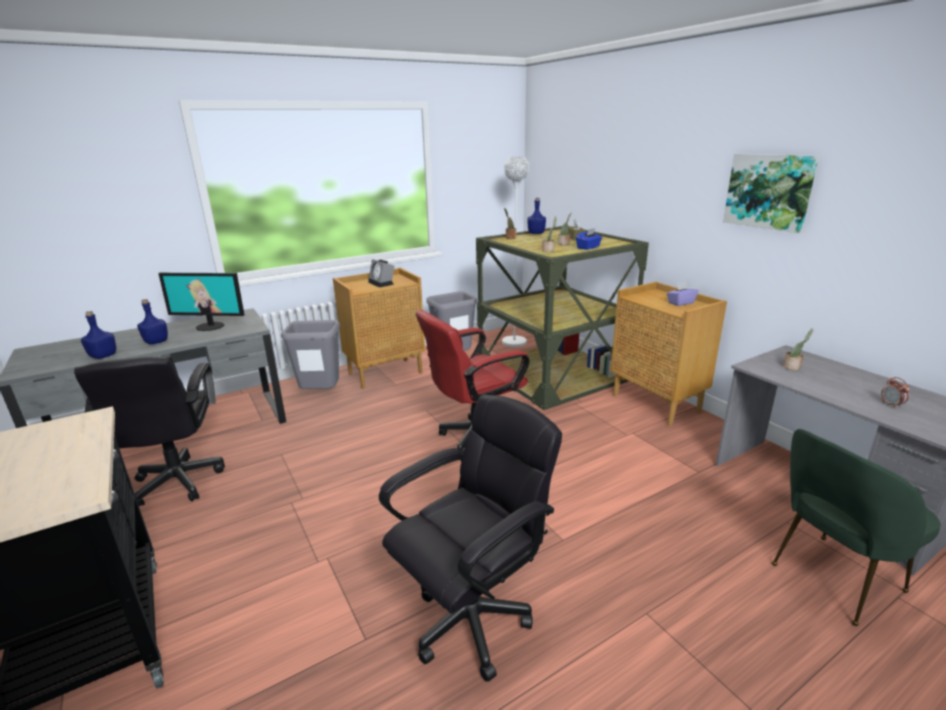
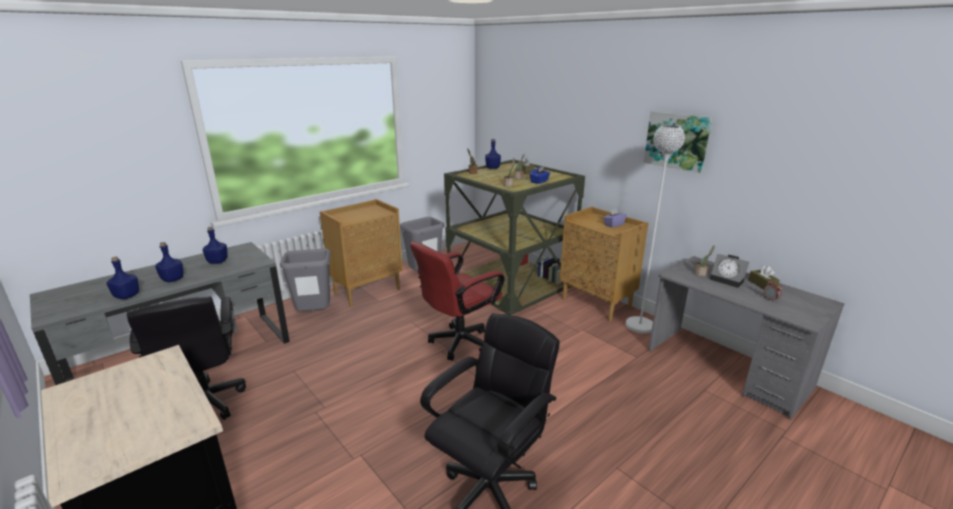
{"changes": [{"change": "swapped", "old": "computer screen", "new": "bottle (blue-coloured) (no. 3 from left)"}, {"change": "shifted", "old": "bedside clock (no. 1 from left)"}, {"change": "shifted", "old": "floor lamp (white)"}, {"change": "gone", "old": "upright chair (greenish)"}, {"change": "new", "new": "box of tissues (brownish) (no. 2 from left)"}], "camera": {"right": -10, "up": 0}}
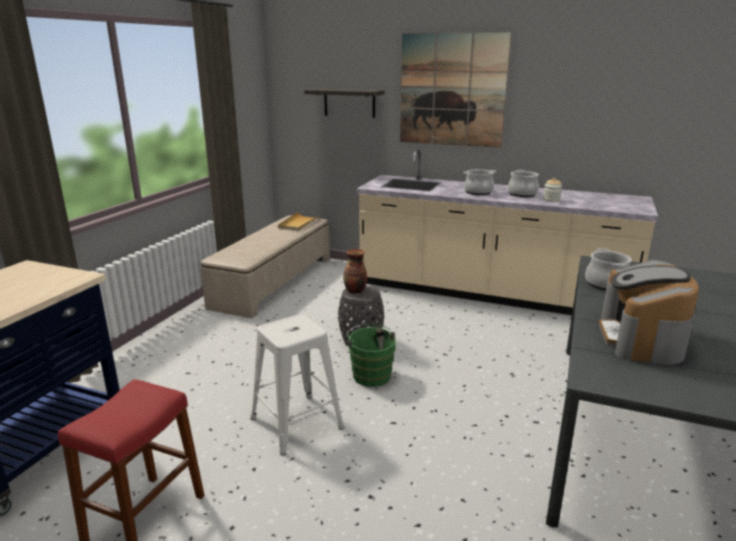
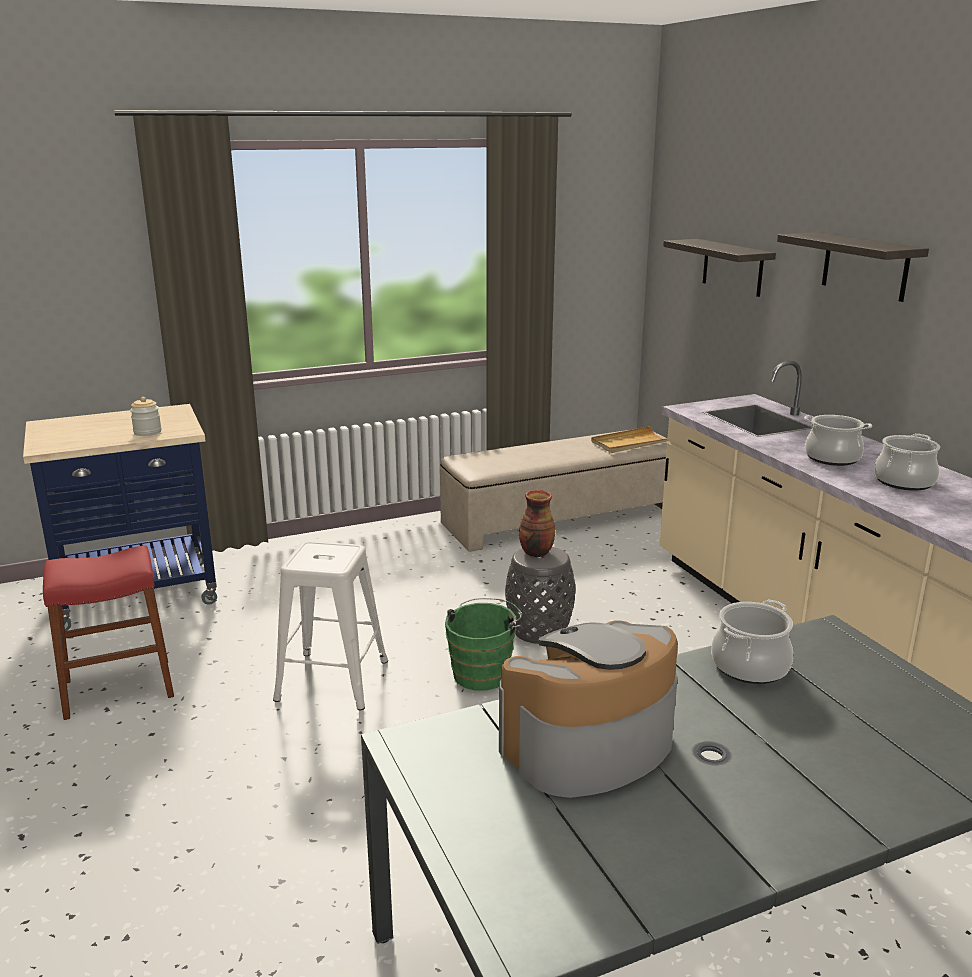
{"changes": [{"change": "swapped", "old": "wall picture", "new": "wall shelf (no. 2 from left)"}, {"change": "shifted", "old": "storage jar"}], "camera": {"right": 45, "up": 0}}
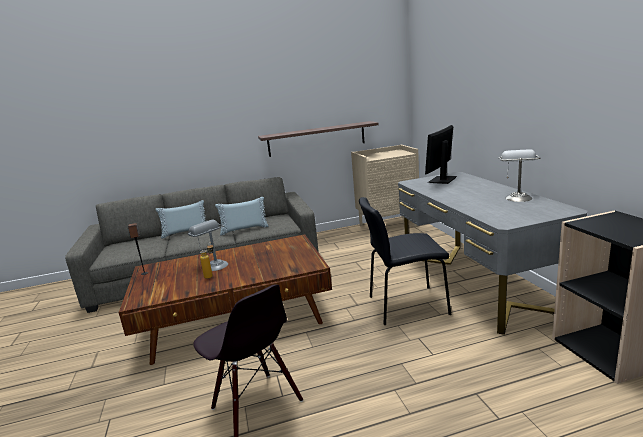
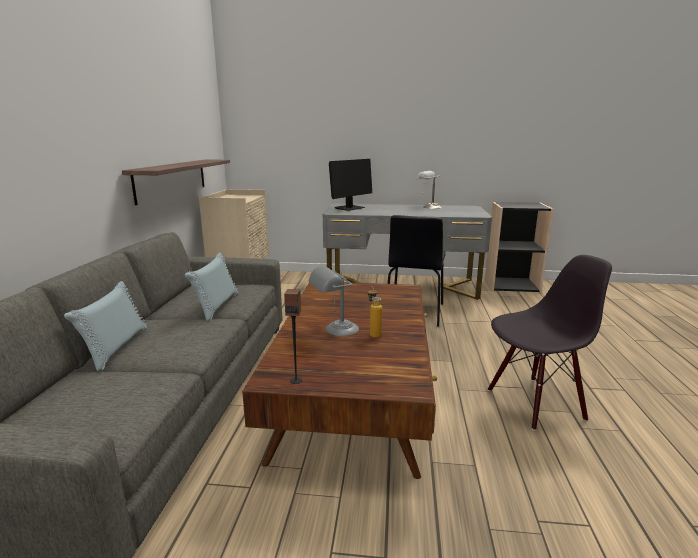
{"changes": [{"change": "rotated", "old": "computer screen", "degrees": -105}], "camera": {"right": -70, "up": 0}}
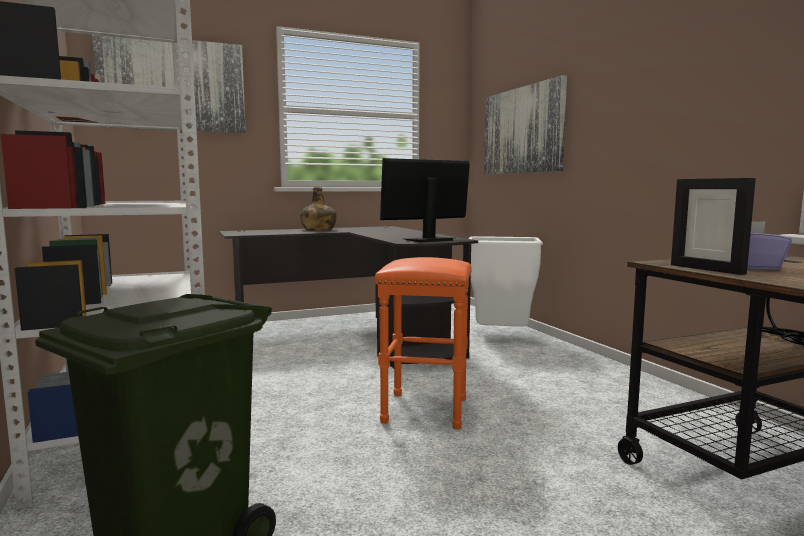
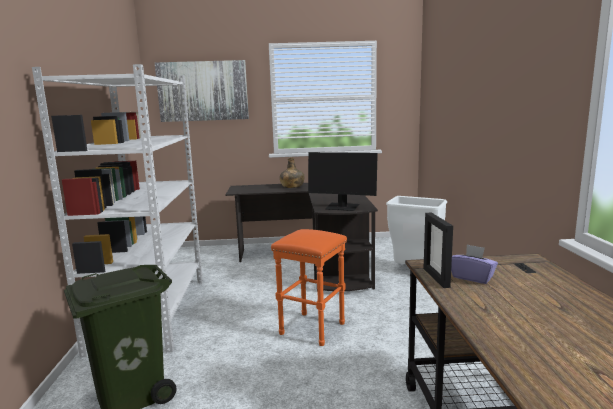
{"changes": [{"change": "rotated", "old": "computer screen", "degrees": -150}, {"change": "gone", "old": "wall picture (no. 2 from left)"}], "camera": {"right": 20, "up": 5}}
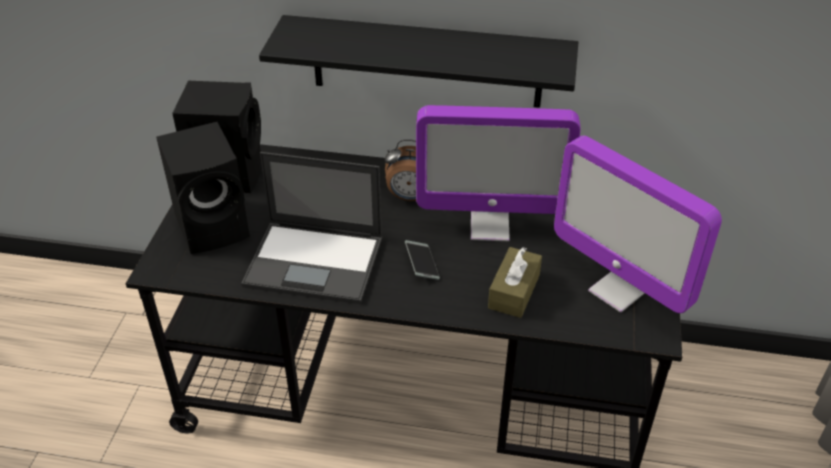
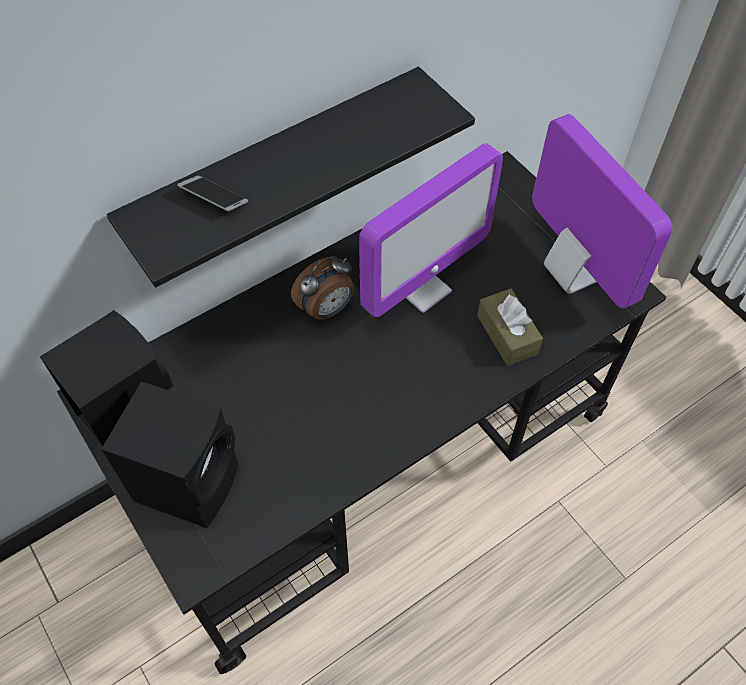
{"changes": [{"change": "gone", "old": "laptop"}, {"change": "shifted", "old": "telephone"}, {"change": "rotated", "old": "computer screen (no. 2 from left)", "degrees": -120}], "camera": {"right": -45, "up": 15}}
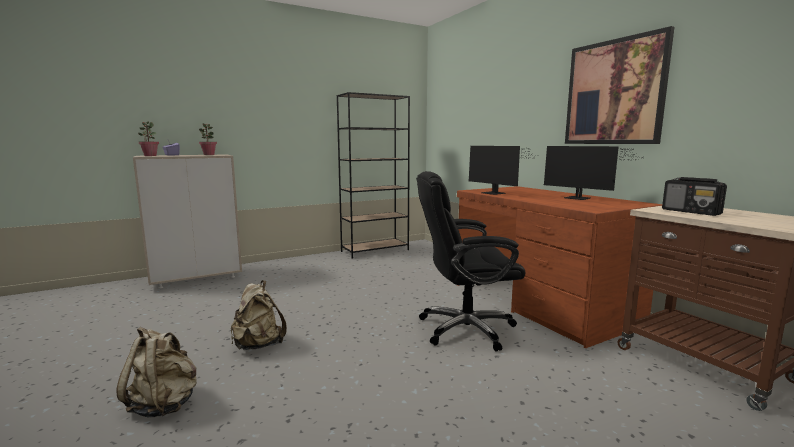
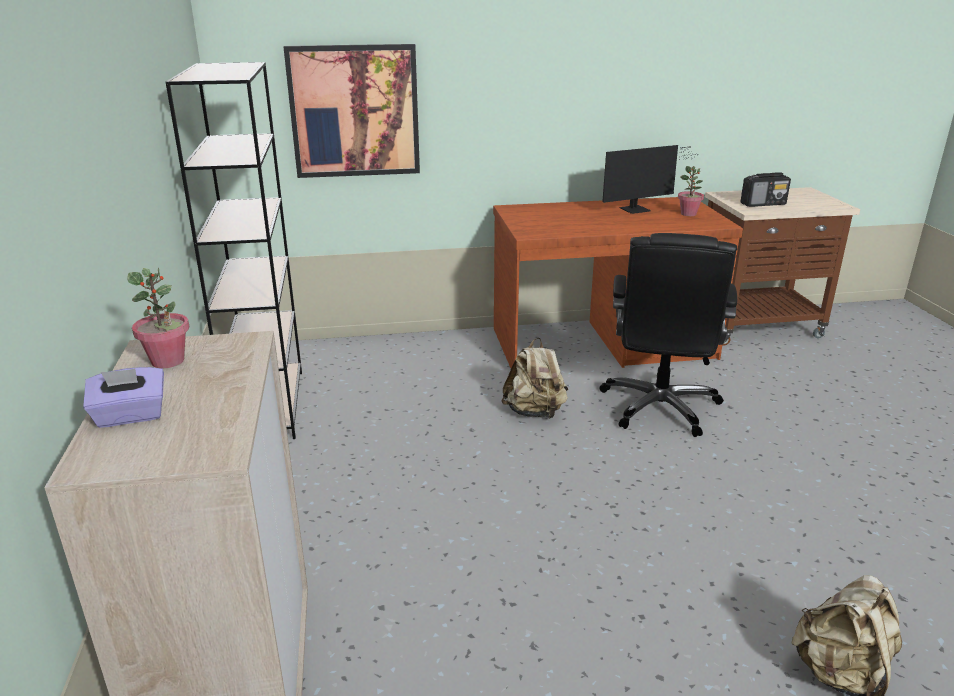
{"changes": [{"change": "shifted", "old": "houseplant (no. 1 from left in the first image)", "new": "houseplant (no. 2 from left)"}, {"change": "shifted", "old": "rucksack (sand-coloured) (no. 2 from left in the first image)", "new": "rucksack (sand-coloured) (no. 1 from left)"}, {"change": "gone", "old": "computer screen (no. 1 from left)"}, {"change": "shifted", "old": "wall picture"}], "camera": {"right": -70, "up": 15}}
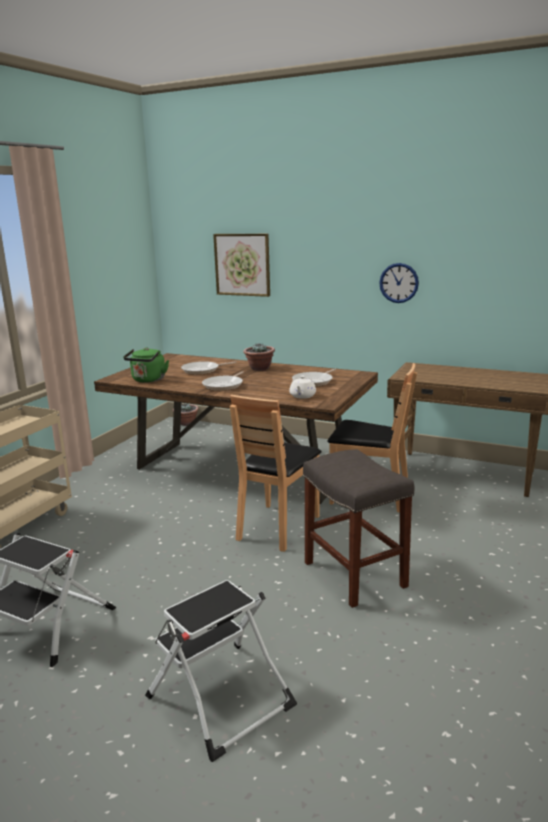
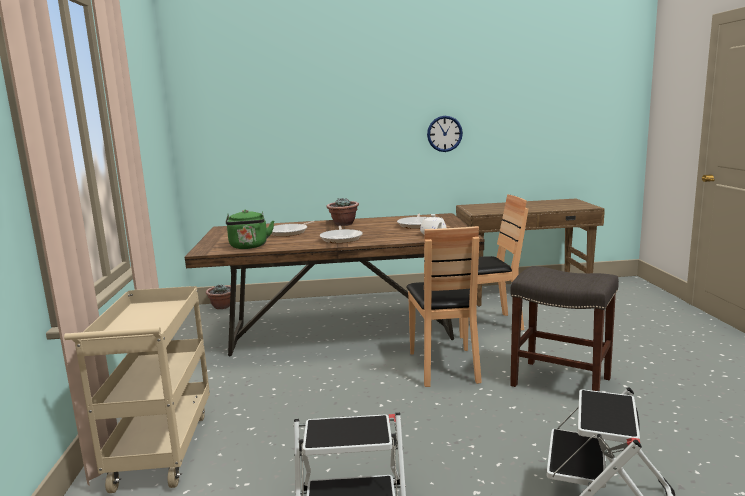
{"changes": [{"change": "gone", "old": "wall picture"}], "camera": {"right": -30, "up": -5}}
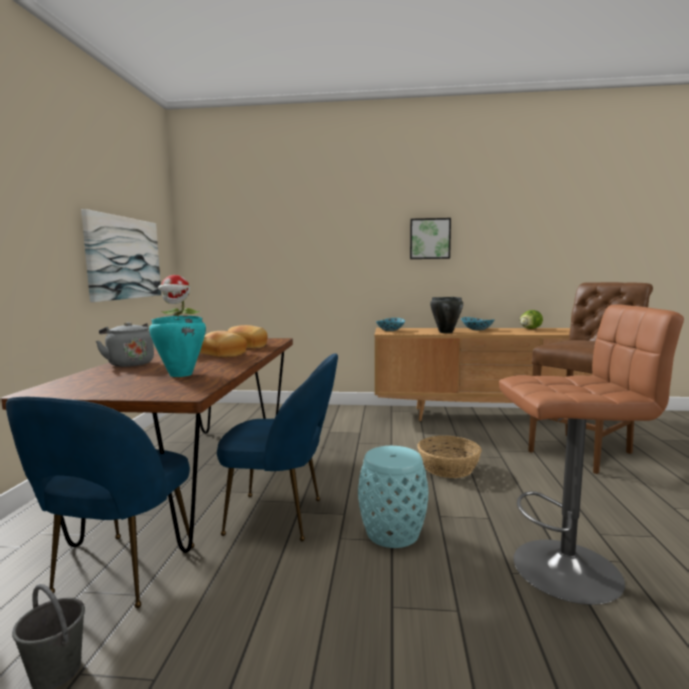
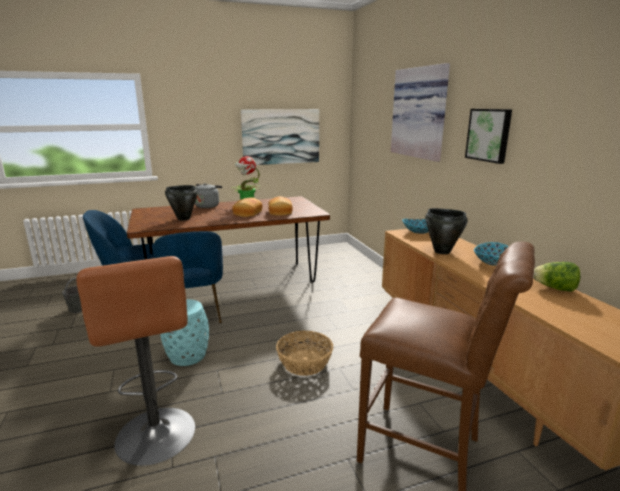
{"changes": [{"change": "repainted", "old": "cooking pot (turquoise-coloured)", "new": "cooking pot (blackish) (no. 1 from left)"}, {"change": "new", "new": "wall picture (no. 2 from left)"}], "camera": {"right": 65, "up": 10}}
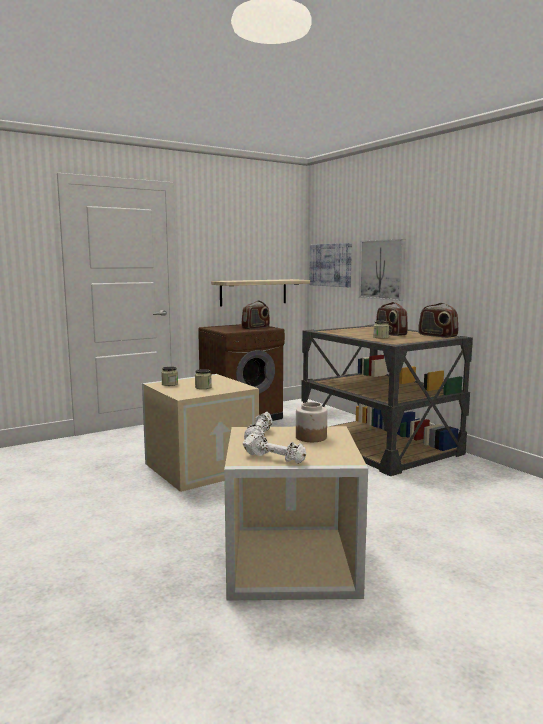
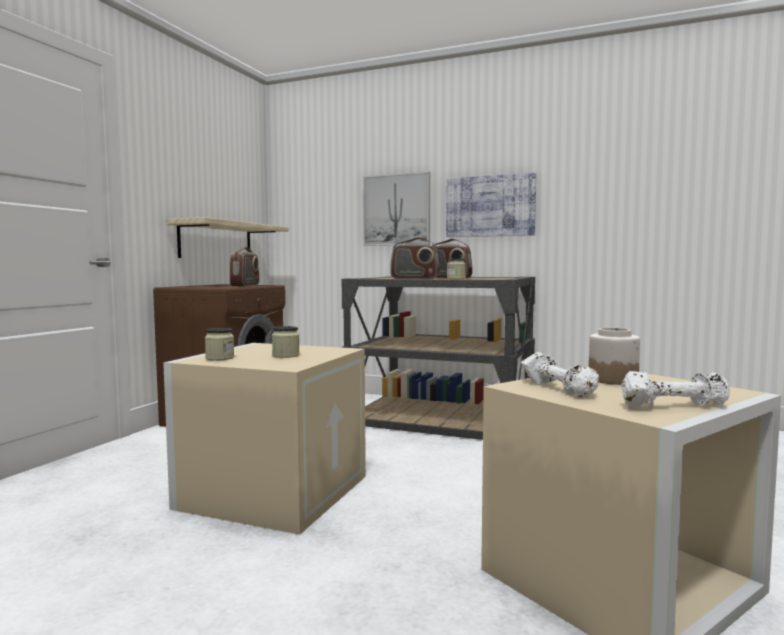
{"changes": [{"change": "shifted", "old": "wall picture (no. 1 from left in the first image)", "new": "wall picture (no. 2 from left)"}, {"change": "shifted", "old": "radio (no. 3 from left in the first image)", "new": "radio (no. 2 from left)"}], "camera": {"right": -35, "up": -5}}
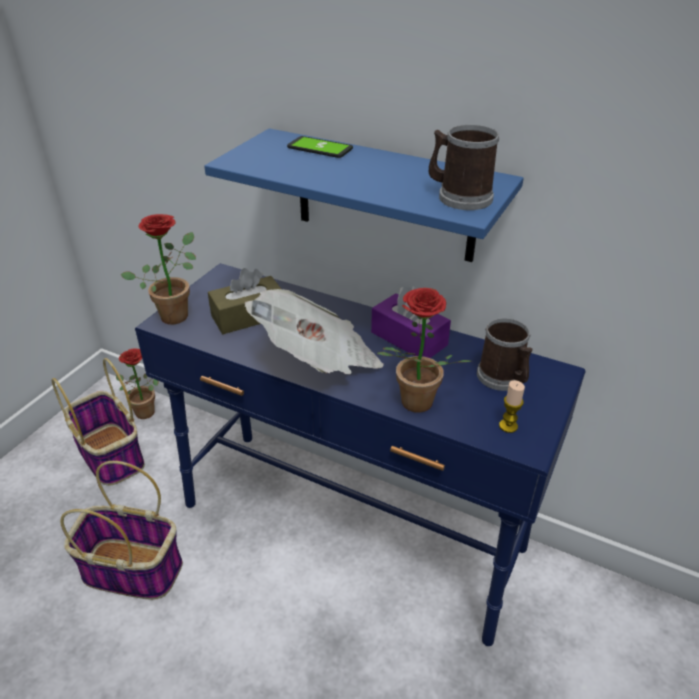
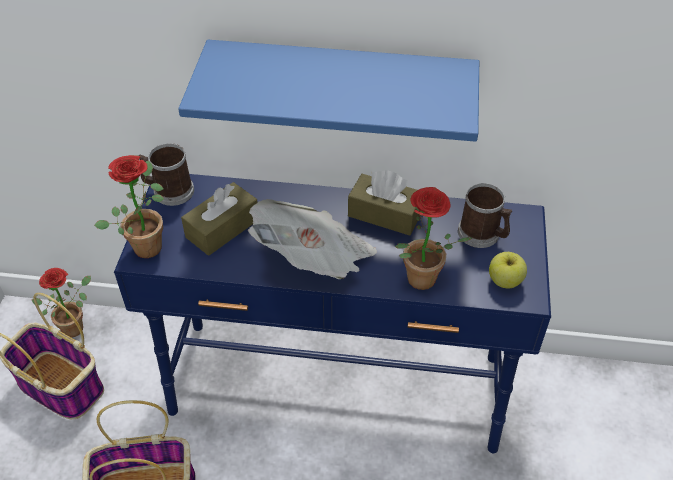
{"changes": [{"change": "gone", "old": "telephone"}, {"change": "repainted", "old": "box of tissues (purple)", "new": "box of tissues (brownish) (no. 2 from left)"}, {"change": "shifted", "old": "coffee mug (no. 1 from left)"}, {"change": "swapped", "old": "wax light", "new": "whole apple"}], "camera": {"right": -20, "up": 10}}
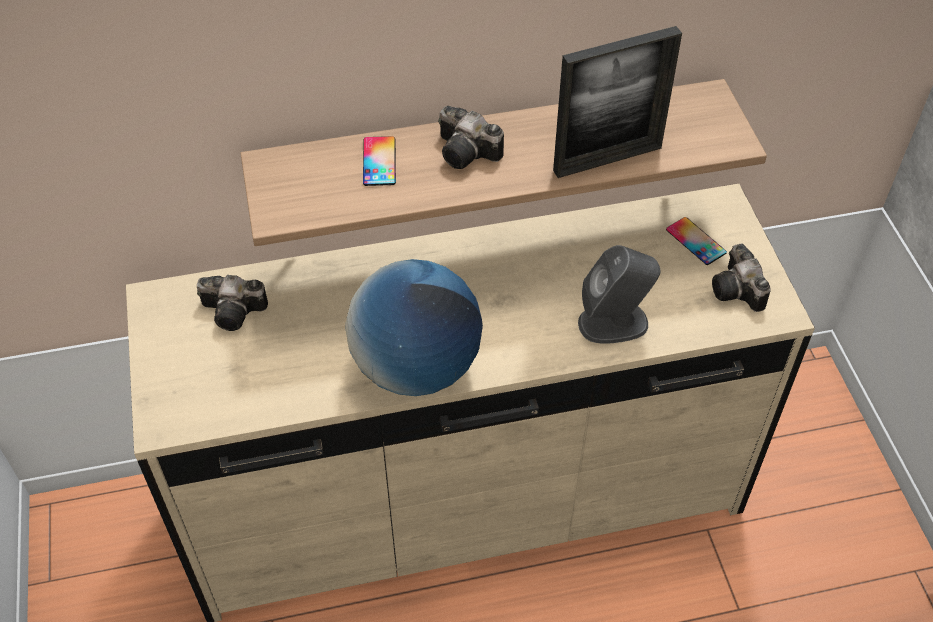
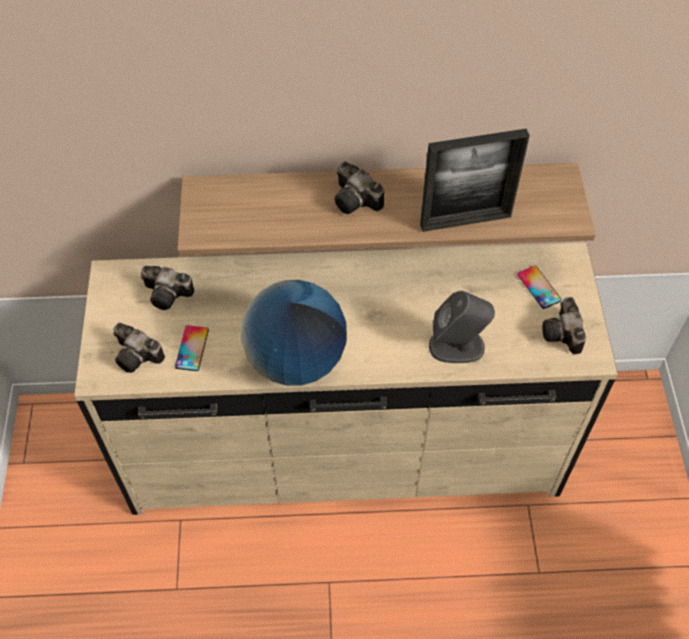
{"changes": [{"change": "shifted", "old": "telephone (no. 1 from left)"}, {"change": "new", "new": "photo camera (no. 1 from left)"}], "camera": {"right": 10, "up": 5}}
